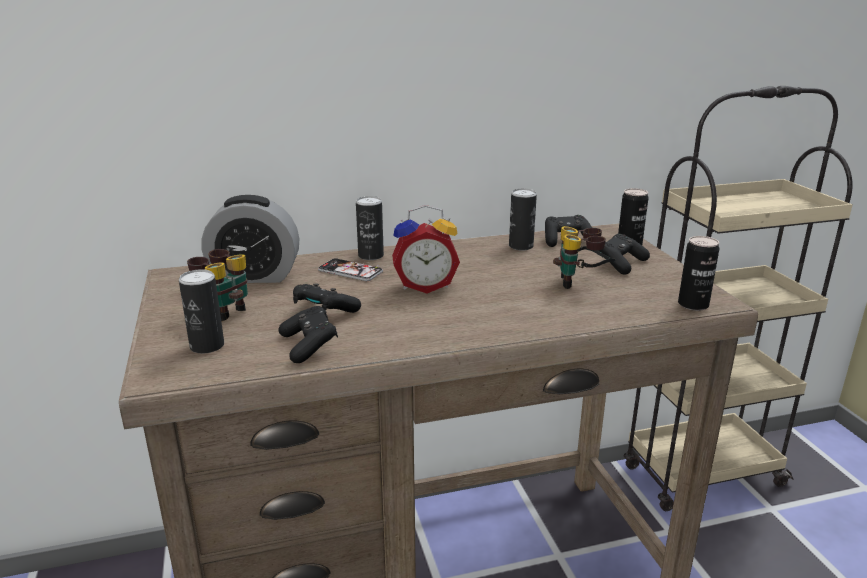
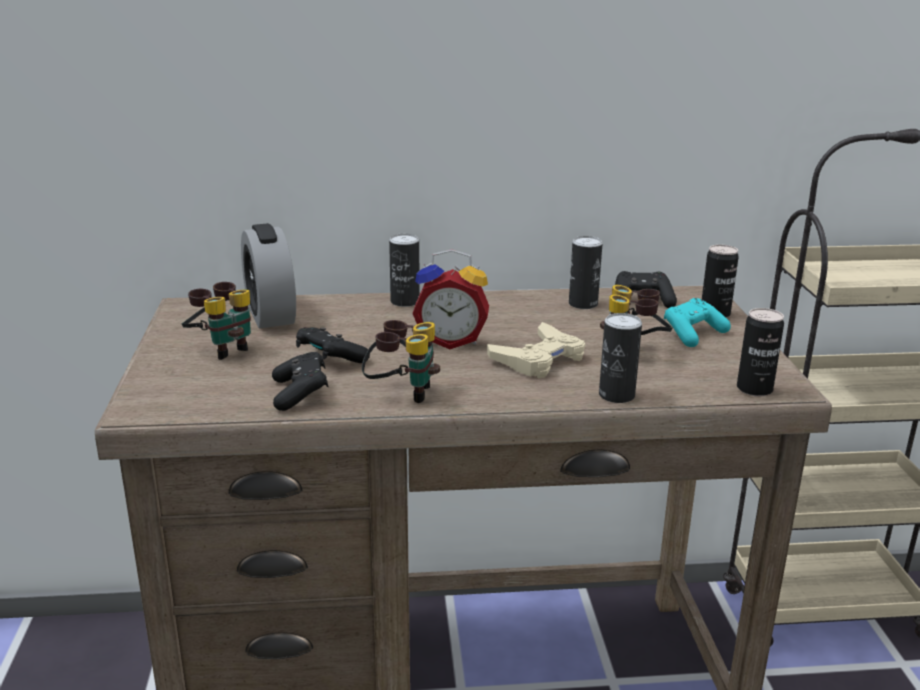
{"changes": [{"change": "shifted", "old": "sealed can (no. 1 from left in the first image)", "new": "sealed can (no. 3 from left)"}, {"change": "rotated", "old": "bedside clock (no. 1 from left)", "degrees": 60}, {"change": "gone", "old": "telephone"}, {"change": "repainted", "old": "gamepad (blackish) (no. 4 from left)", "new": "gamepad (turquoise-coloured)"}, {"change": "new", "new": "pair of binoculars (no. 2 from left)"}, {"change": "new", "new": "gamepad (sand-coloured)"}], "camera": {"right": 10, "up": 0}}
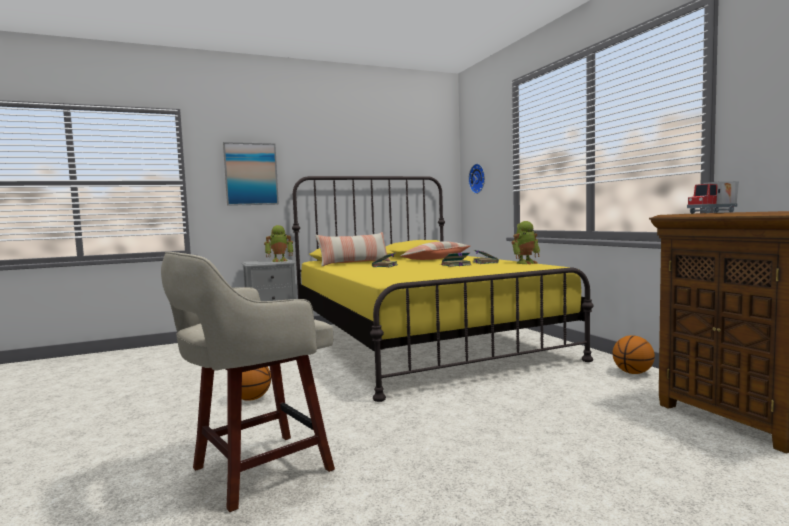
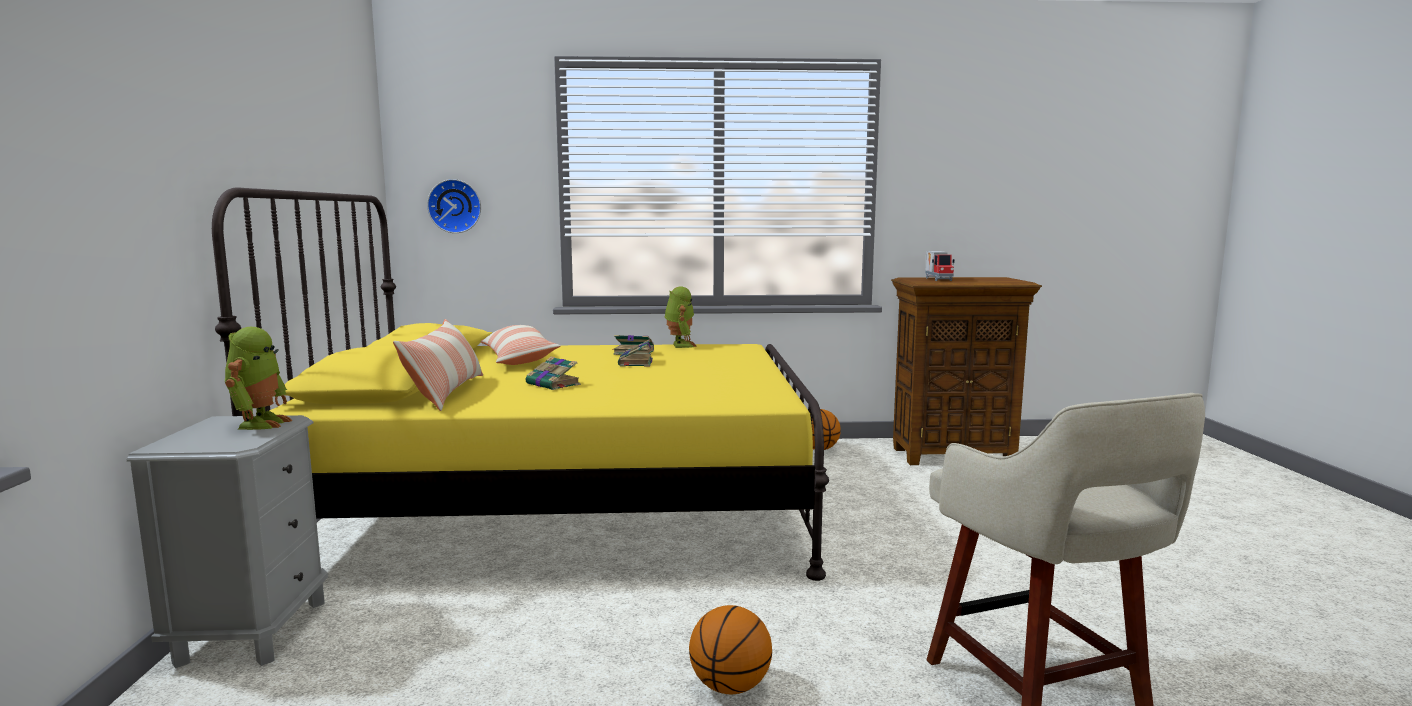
{"changes": [{"change": "gone", "old": "wall picture"}], "camera": {"right": -70, "up": 5}}
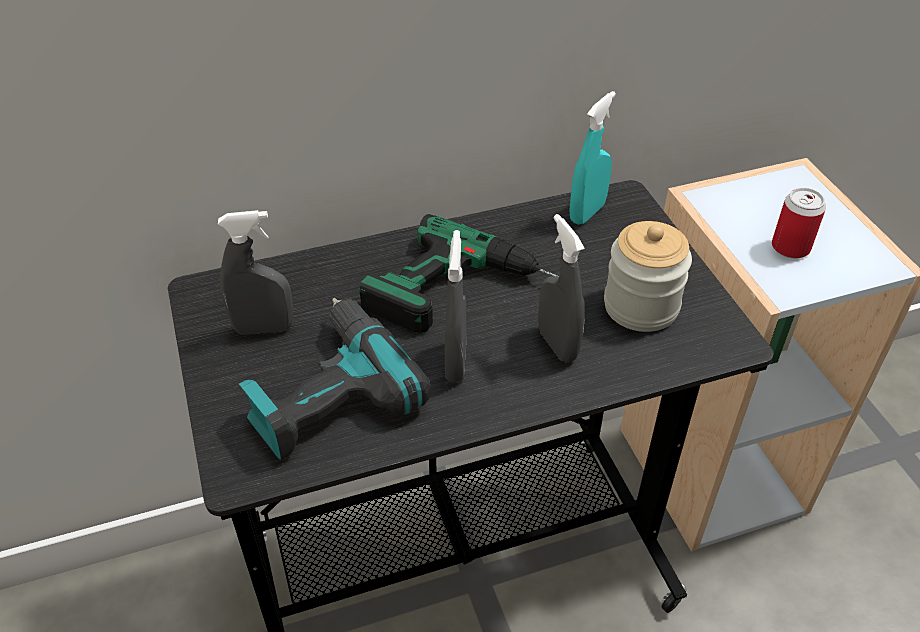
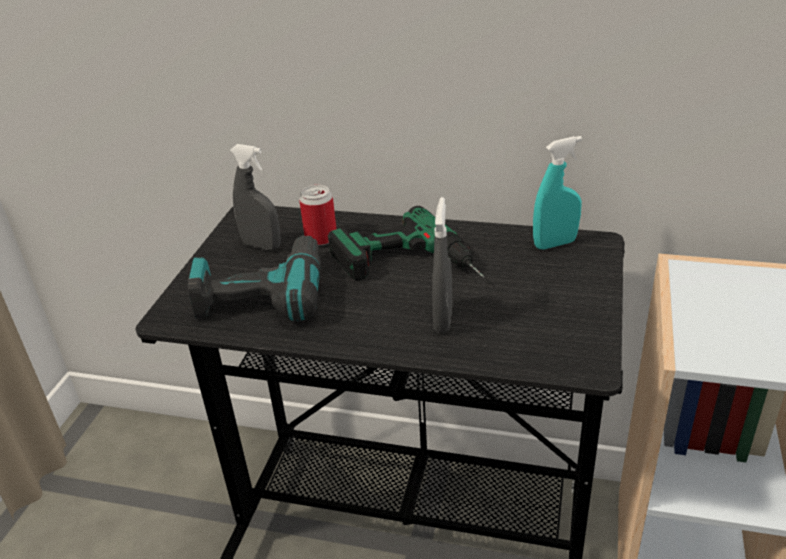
{"changes": [{"change": "gone", "old": "spray bottle (grey) (no. 2 from left)"}, {"change": "gone", "old": "storage jar"}, {"change": "shifted", "old": "sealed can"}], "camera": {"right": 35, "up": -10}}
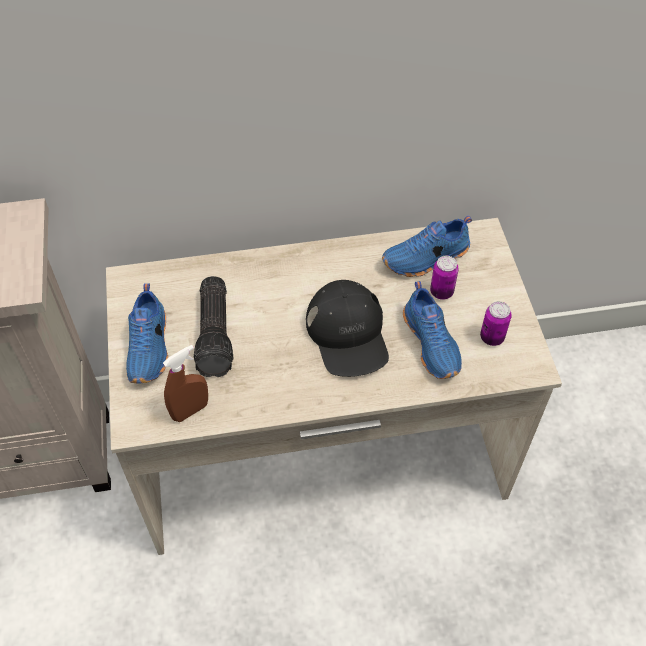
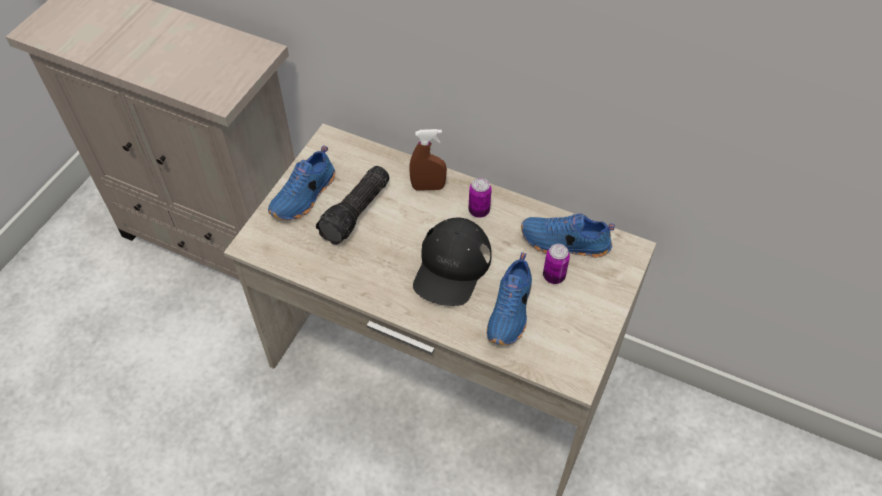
{"changes": [{"change": "shifted", "old": "spray bottle (brownish)"}, {"change": "shifted", "old": "sealed can (no. 2 from left in the first image)", "new": "sealed can (no. 1 from left)"}], "camera": {"right": 35, "up": 0}}
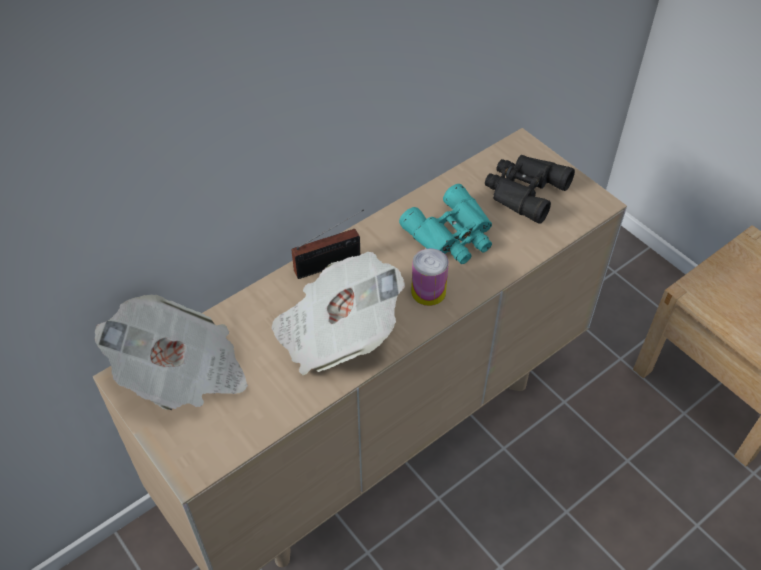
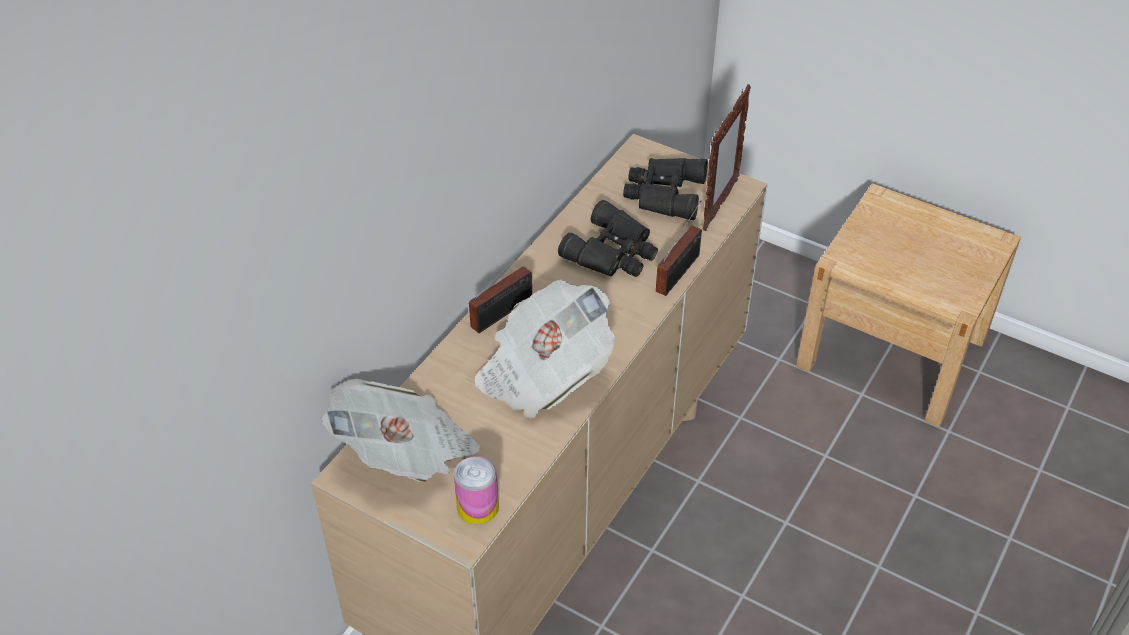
{"changes": [{"change": "repainted", "old": "pair of binoculars (turquoise-coloured)", "new": "pair of binoculars (blackish) (no. 1 from left)"}, {"change": "shifted", "old": "sealed can"}, {"change": "new", "new": "radio (no. 2 from left)"}, {"change": "new", "new": "standing frame"}], "camera": {"right": -20, "up": -5}}
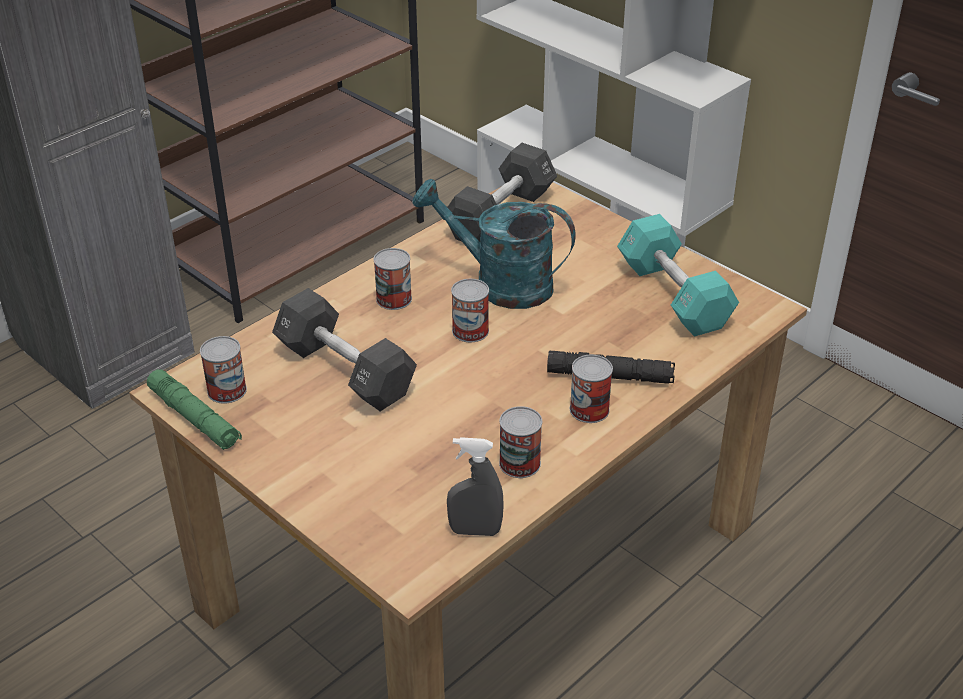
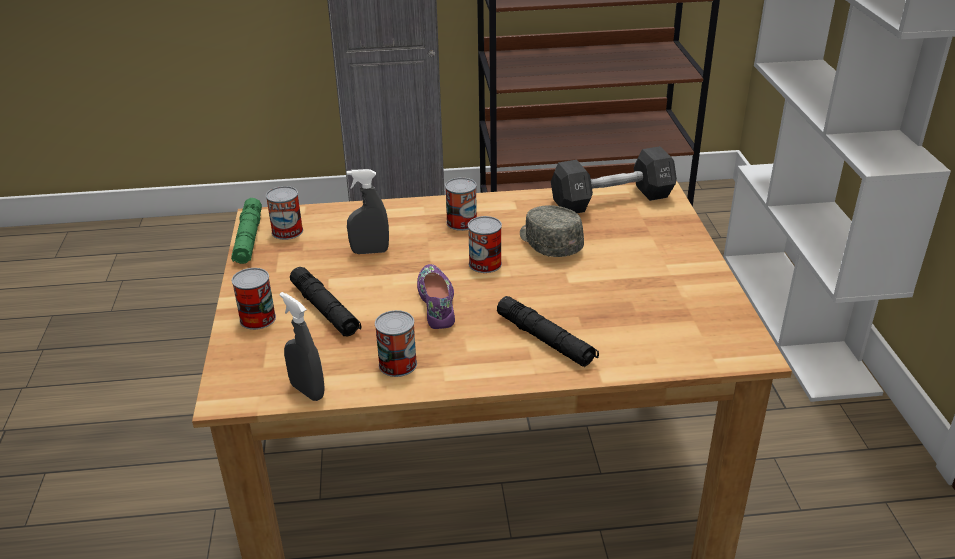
{"changes": [{"change": "swapped", "old": "free weight (blackish) (no. 1 from left)", "new": "spray bottle (grey) (no. 2 from left)"}, {"change": "swapped", "old": "sprinkling can (turquoise-coloured)", "new": "baseball cap (grey)"}, {"change": "shifted", "old": "sealed can (no. 5 from left in the first image)", "new": "sealed can (no. 1 from left)"}, {"change": "gone", "old": "free weight (turquoise-coloured)"}, {"change": "new", "new": "hand torch (blackish) (no. 1 from left)"}, {"change": "new", "new": "low shoe (purple)"}], "camera": {"right": 40, "up": -5}}
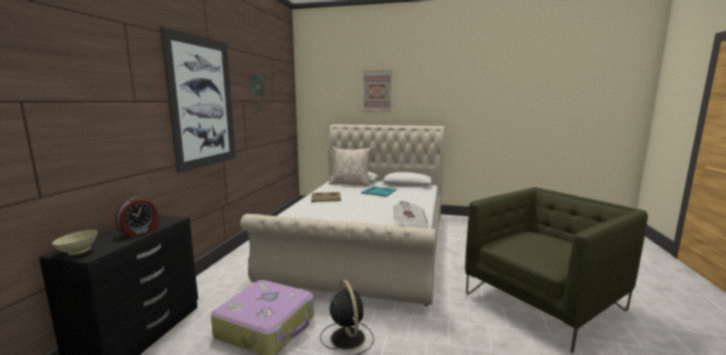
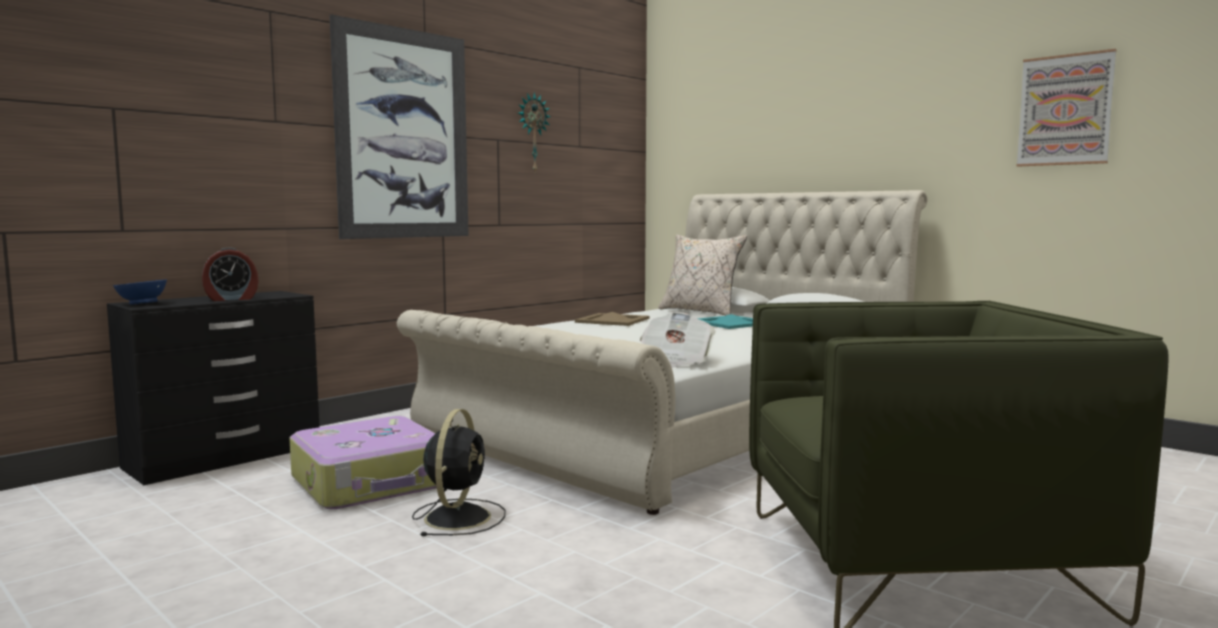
{"changes": [{"change": "repainted", "old": "serving bowl (sand-coloured)", "new": "serving bowl (blue-coloured)"}, {"change": "shifted", "old": "wall picture (no. 2 from left)"}], "camera": {"right": 30, "up": -5}}
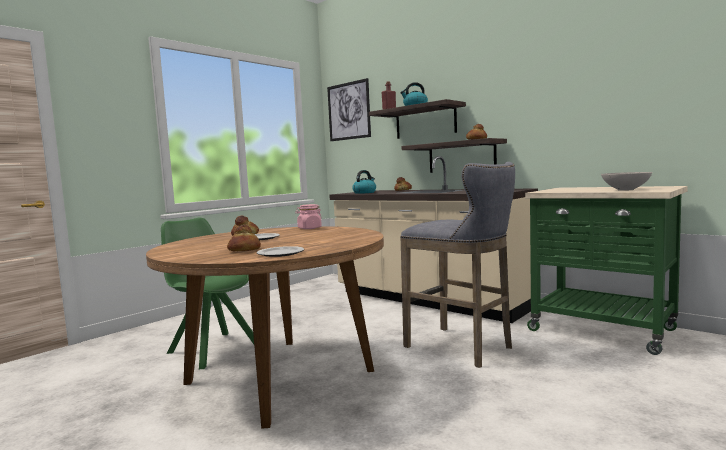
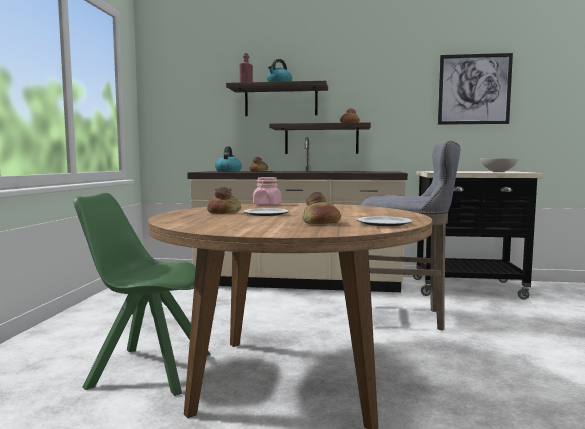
{"changes": [{"change": "shifted", "old": "wall picture"}, {"change": "repainted", "old": "wheeled cart (greenish)", "new": "wheeled cart (blackish)"}], "camera": {"right": -35, "up": 0}}
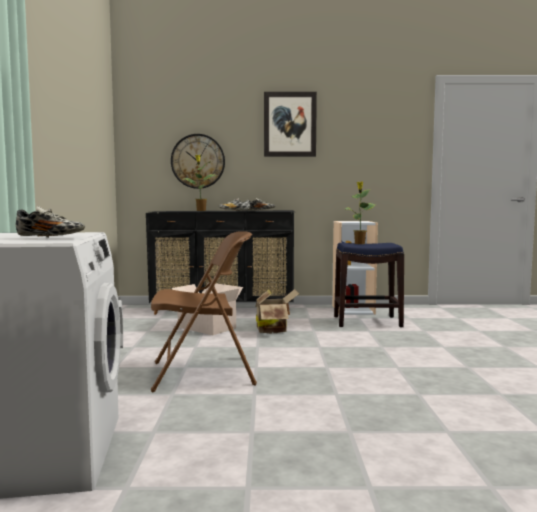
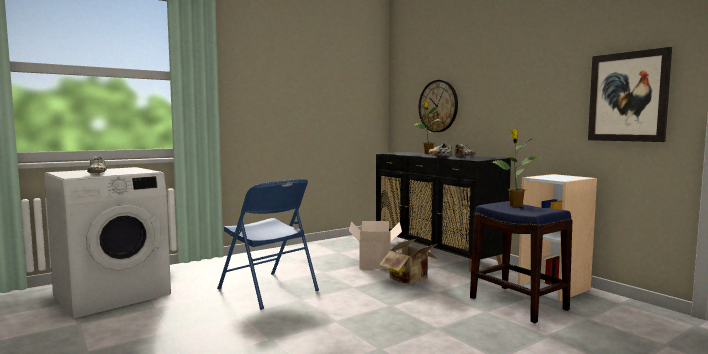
{"changes": [{"change": "repainted", "old": "upright chair (brownish)", "new": "upright chair (blue-coloured)"}, {"change": "shifted", "old": "wall picture"}], "camera": {"right": 55, "up": 0}}
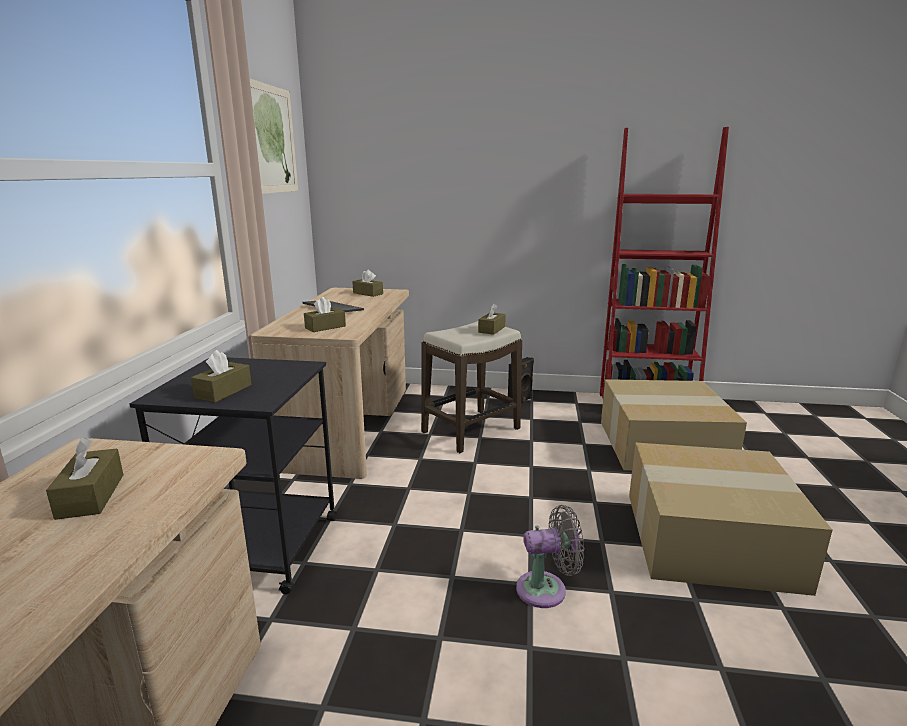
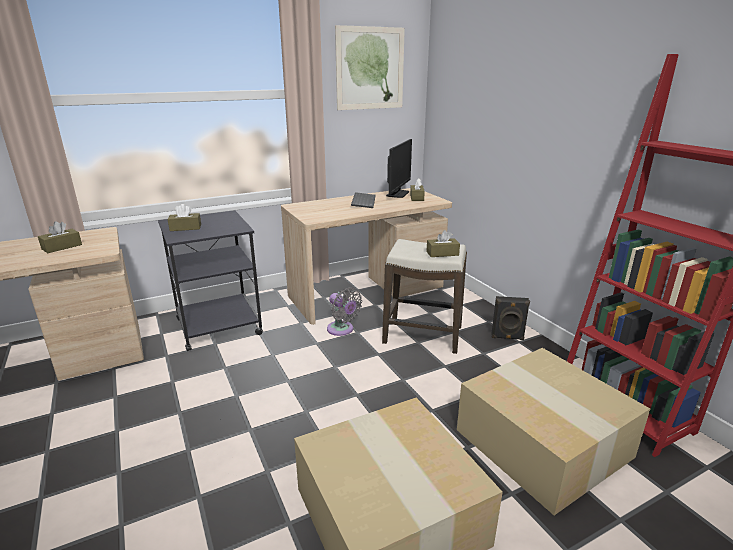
{"changes": [{"change": "gone", "old": "box of tissues (brownish) (no. 3 from left)"}, {"change": "shifted", "old": "cooling fan (grey)"}, {"change": "new", "new": "computer screen"}], "camera": {"right": 55, "up": 5}}
